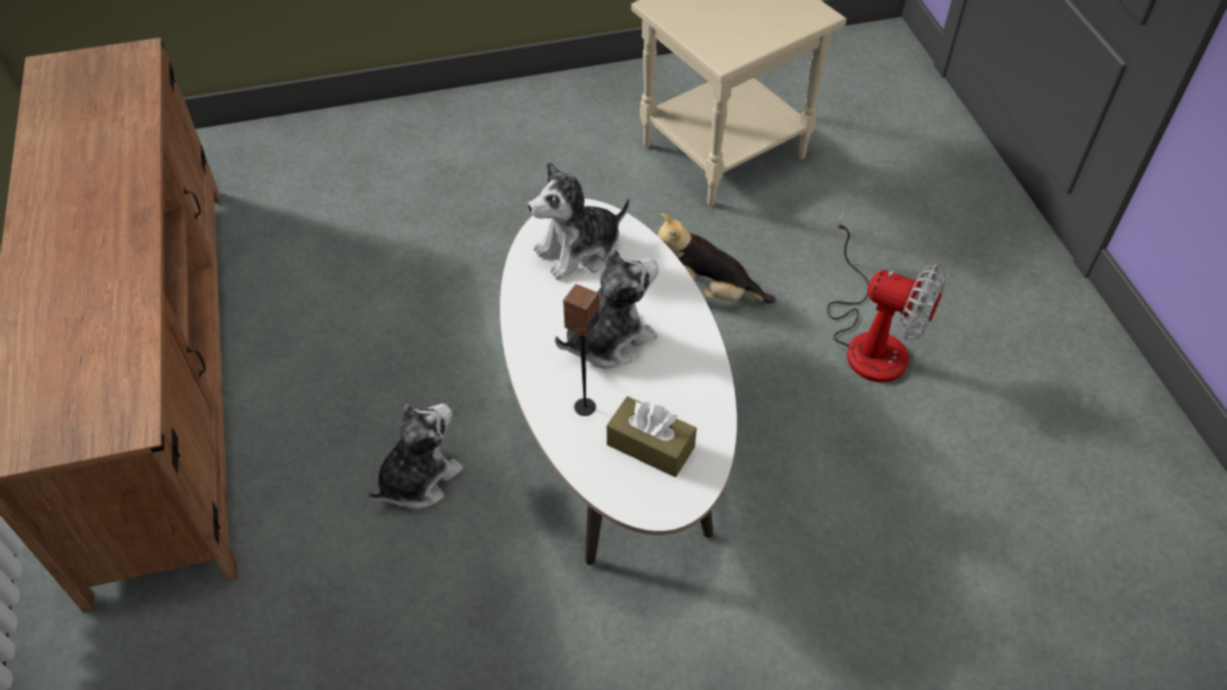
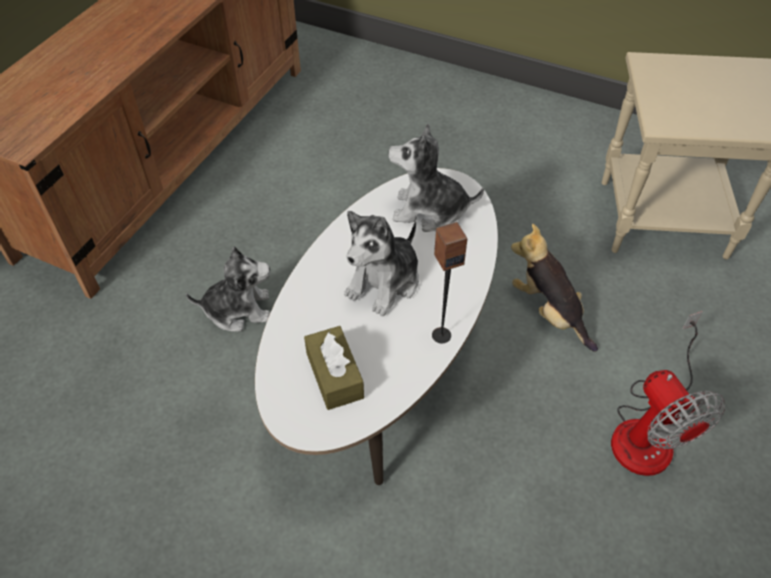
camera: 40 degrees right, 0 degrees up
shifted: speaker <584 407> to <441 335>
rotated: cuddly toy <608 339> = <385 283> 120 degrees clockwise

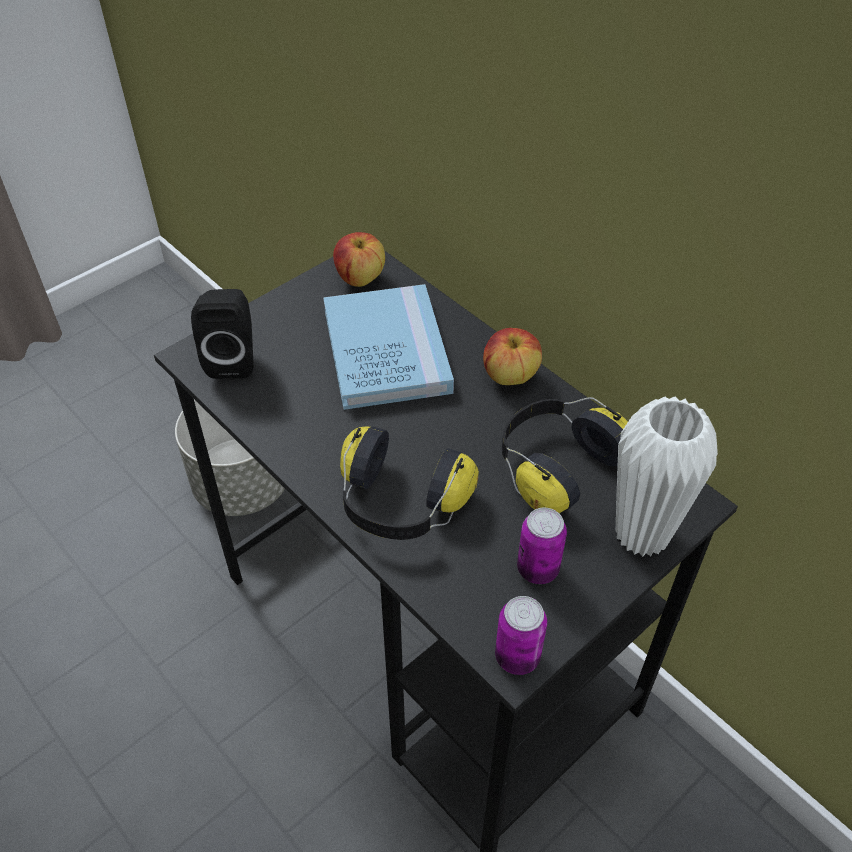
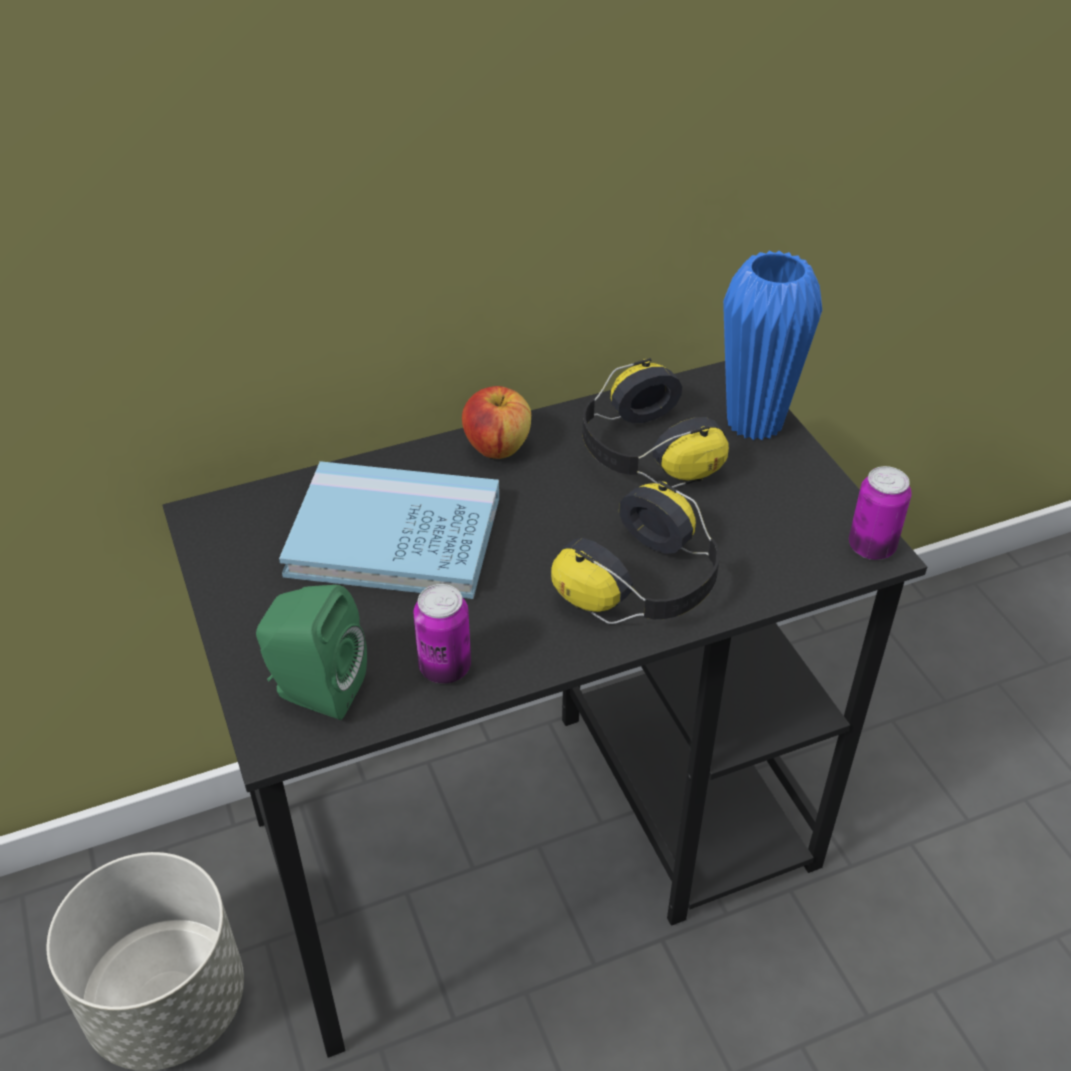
camera: 70 degrees left, 5 degrees down
gone: whole apple <360 278>
shifted: metal can <537 569> to <445 668>
repainted: black-coloured speaker <233 359> to greenish speaker <314 691>; white-coloured decorative vase <642 534> to bluish decorative vase <754 422>

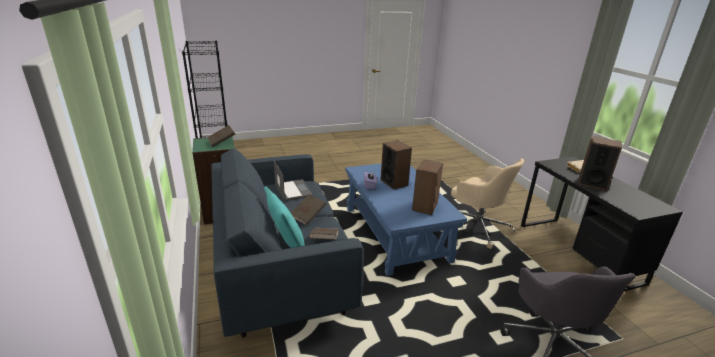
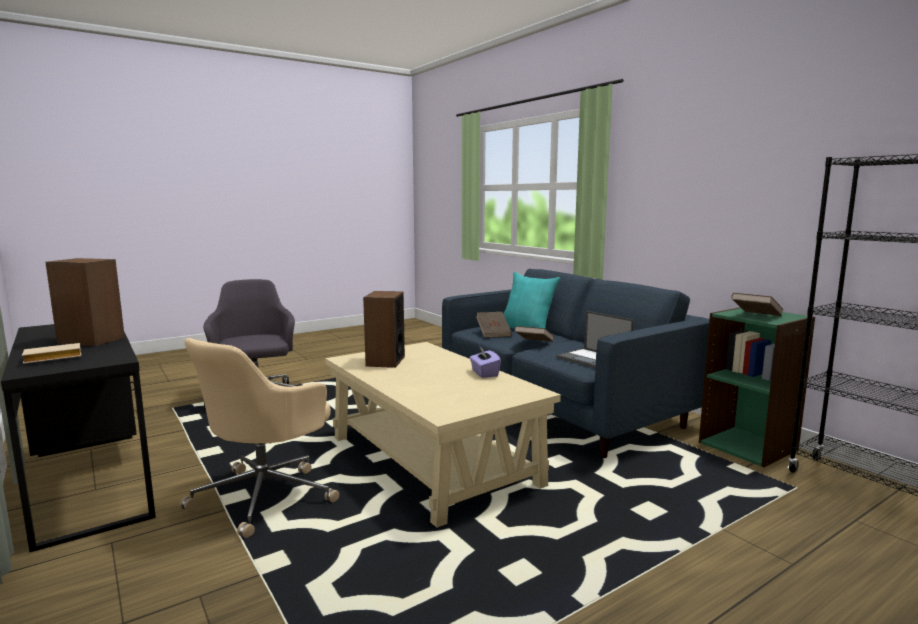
camera: 165 degrees right, 15 degrees down
gone: speaker <394 182>
repainted: bluish coffee table <395 233> to beige coffee table <432 461>
rotated: beige computer chair <477 228> = <266 496> 90 degrees counterclockwise

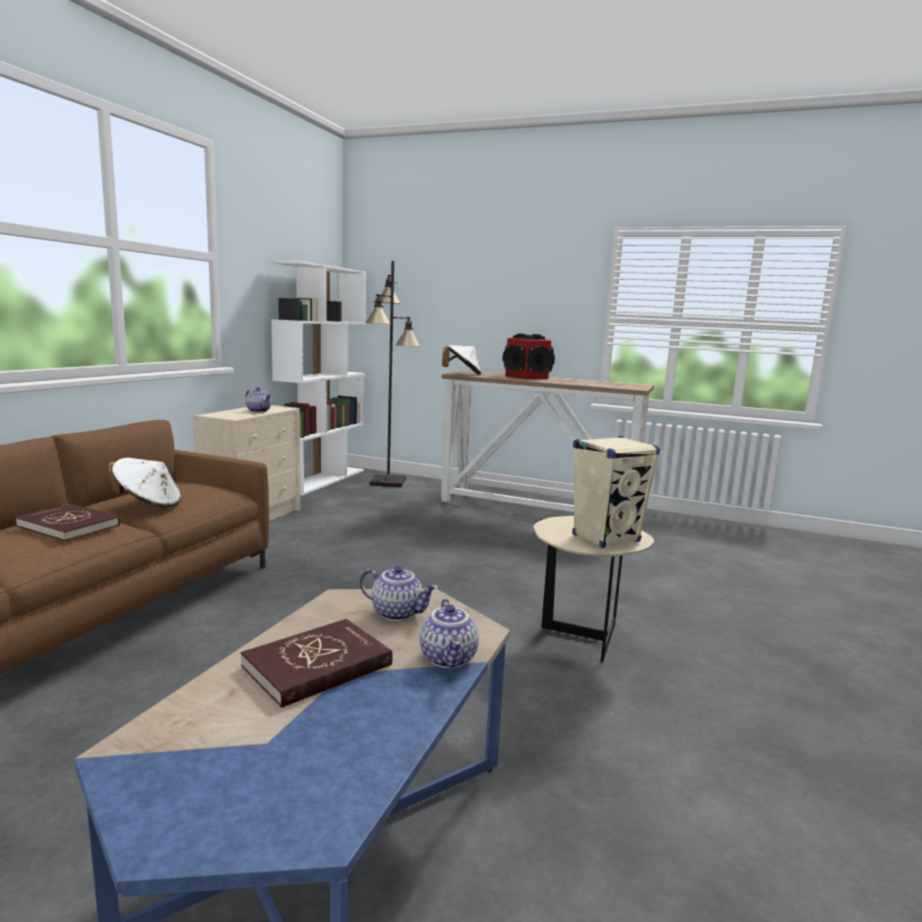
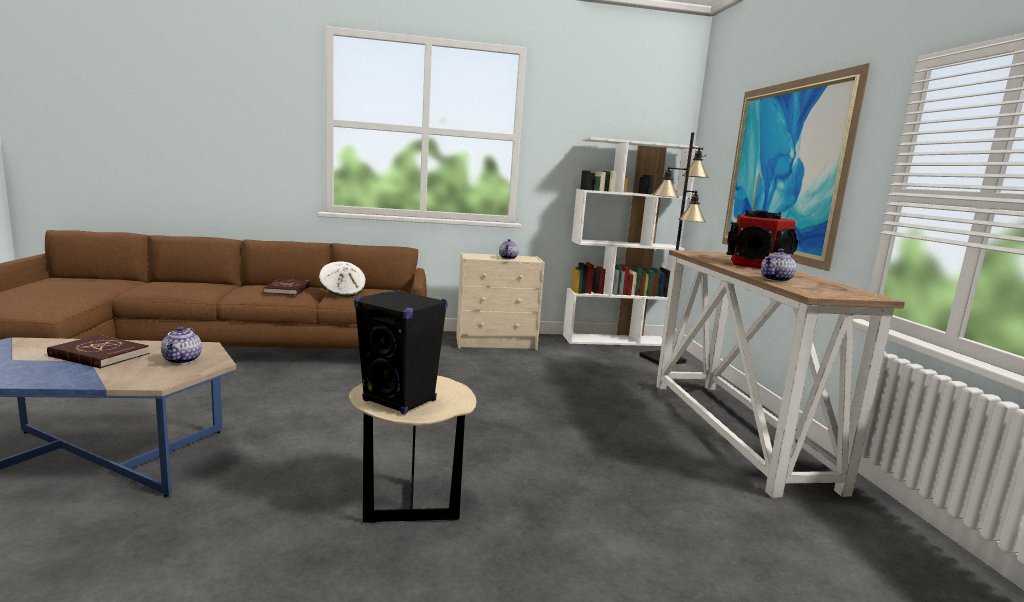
camera: 60 degrees right, 0 degrees up
gone: white-coloured clothing hat <462 374>
new: wall picture <782 170>
shifted: teapot <450 658> to <776 280>
repainted: beige speaker <606 538> to black-coloured speaker <400 401>

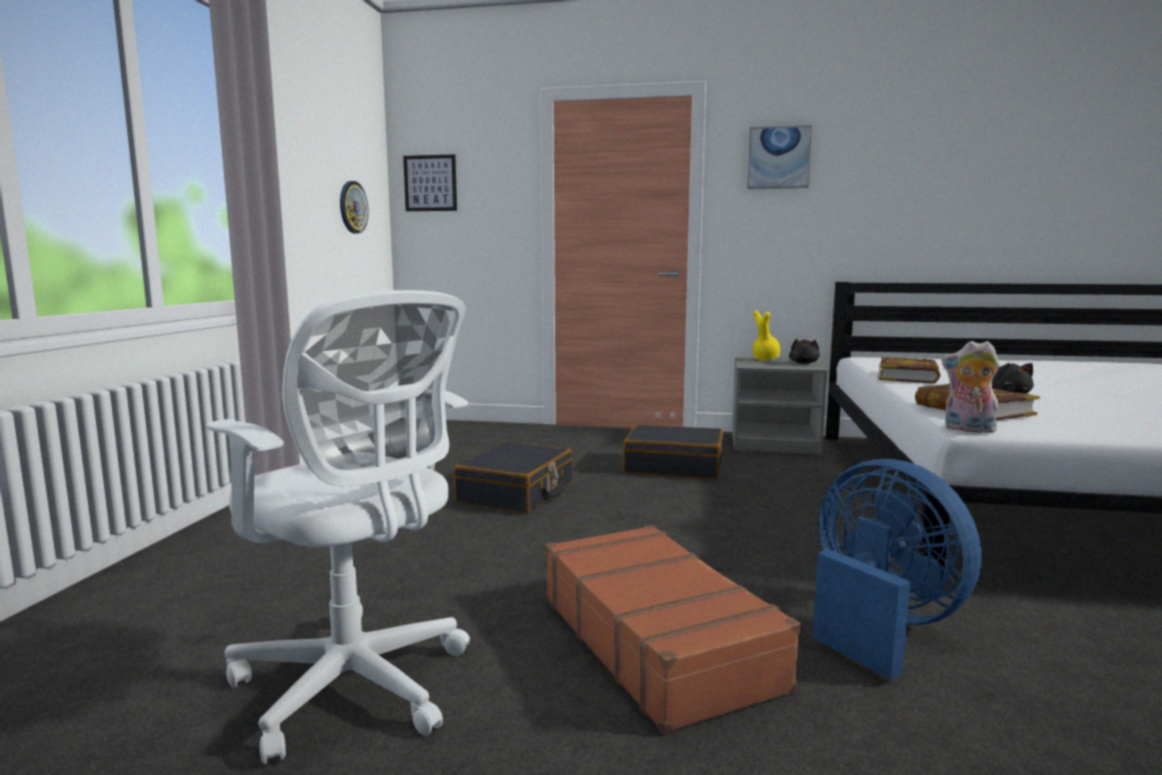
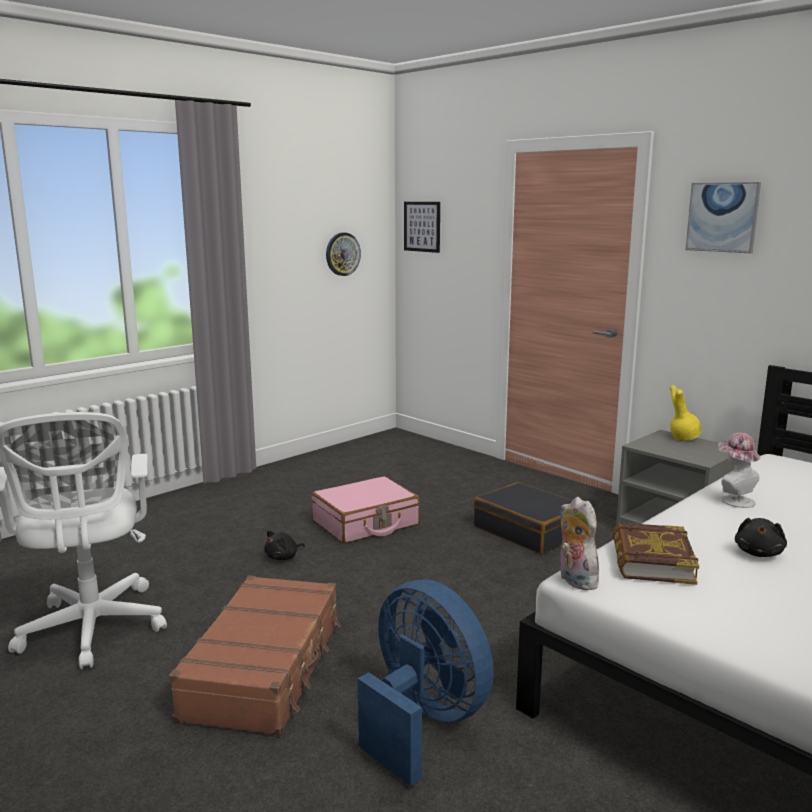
camera: 35 degrees right, 5 degrees up
shifted: black-coloured cuddly toy <803 363> to <283 557>
swapped: bound book <908 377> to clothing hat <734 500>
repainted: black-coloured travel case <516 493> to pink travel case <366 523>
rotated: bluish cooling fan <879 625> = <422 722> 45 degrees counterclockwise

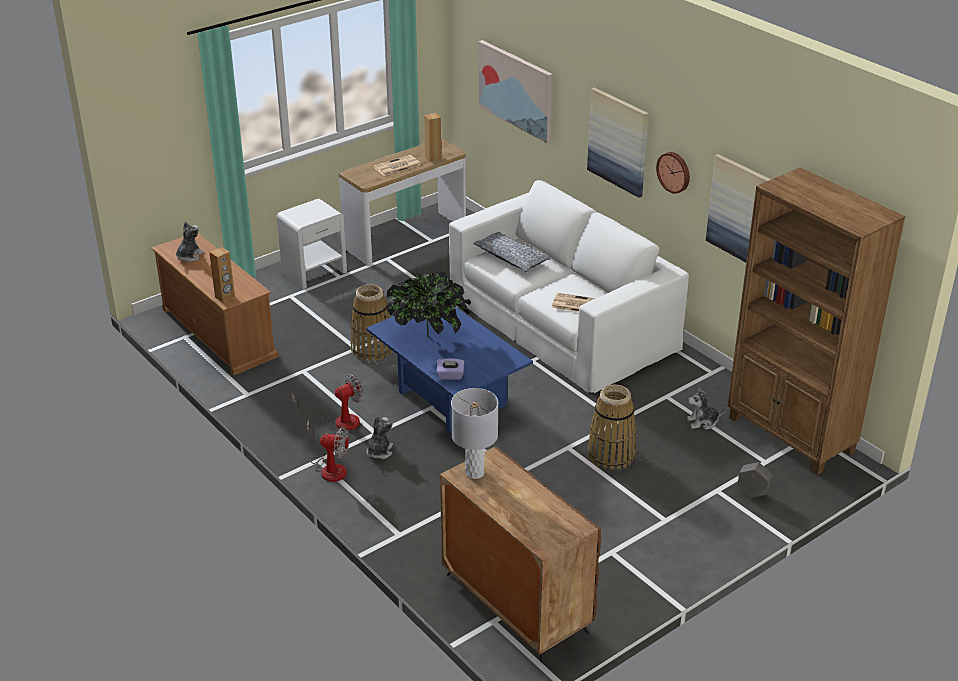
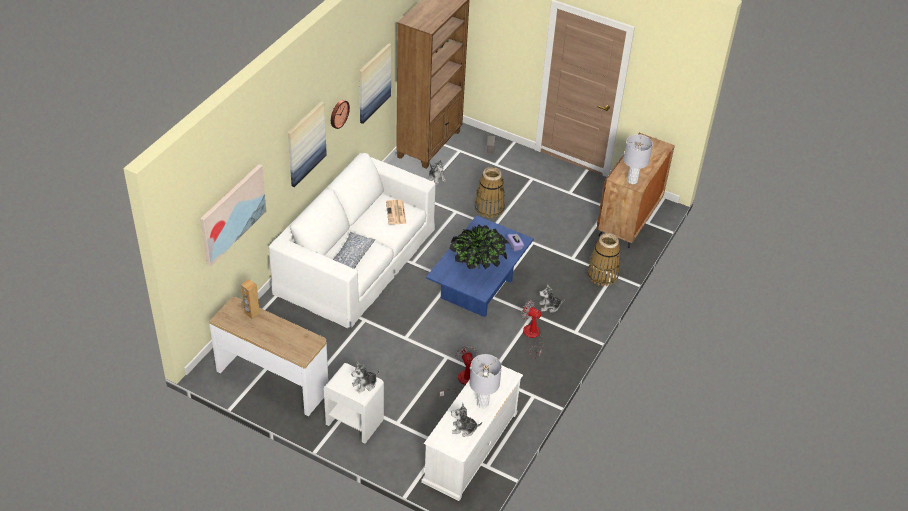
camera: 115 degrees left, 10 degrees up
gone: brownish speaker <225 297>; printed paper <396 166>
new: cuddly toy <365 384>; grey tabletop lamp <482 403>
shifted: cooling fan <330 467> to <462 382>; basket <372 349> to <602 275>
repainted: brownish tv stand <217 332> to white-coloured tv stand <470 448>

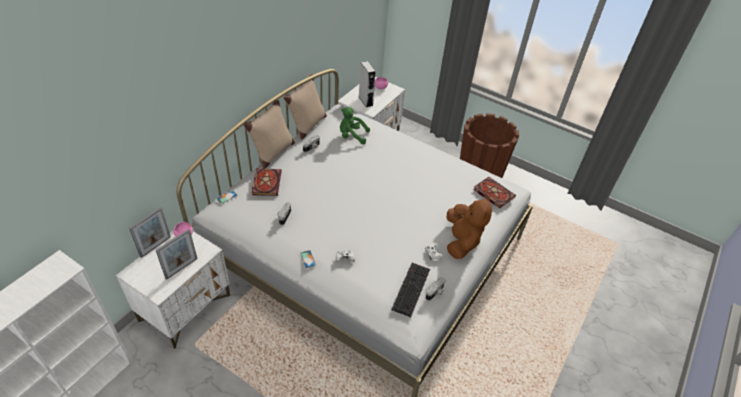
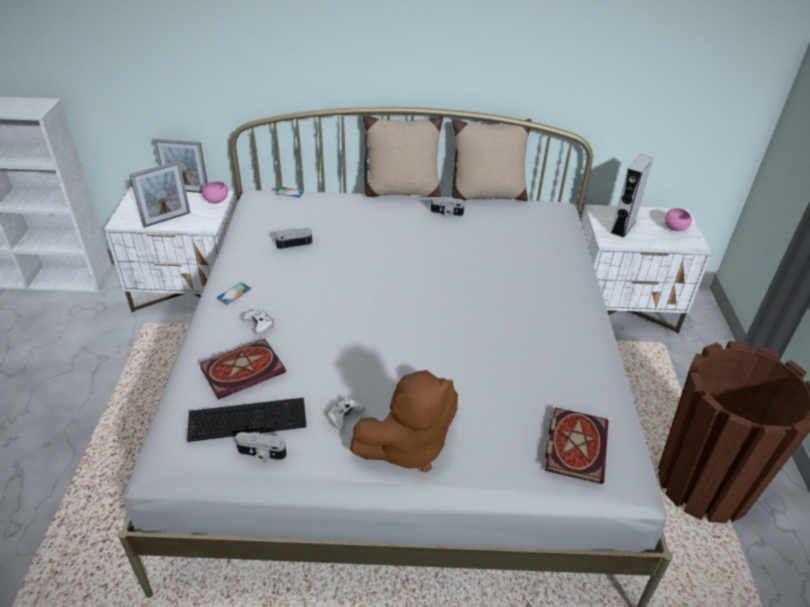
camera: 60 degrees right, 5 degrees down
gone: greenish cuddly toy <352 136>
shifted: bound book <266 182> to <244 369>
rotated: standing frame <181 268> = <167 219> 45 degrees counterclockwise

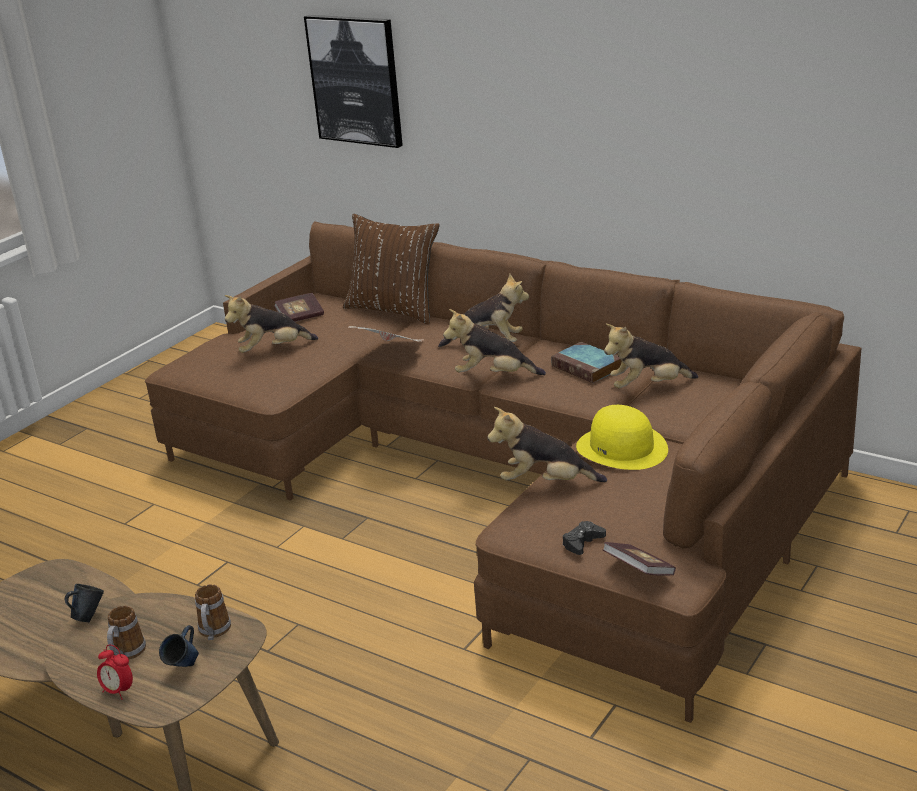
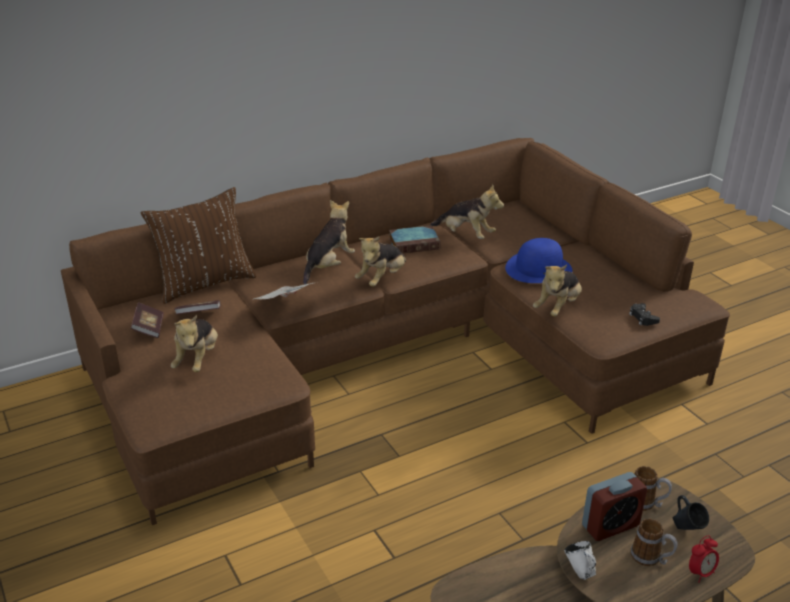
camera: 65 degrees left, 5 degrees up
gone: wall picture <356 80>
new: bedside clock <610 525>
shifted: bound book <638 571> to <199 315>
repainted: yellow-coloured clothing hat <622 448> to bluish clothing hat <538 268>; bluish coffee mug <88 617> to white-coloured coffee mug <579 572>
rotated: cuddly toy <647 387> = <466 235> 75 degrees counterclockwise

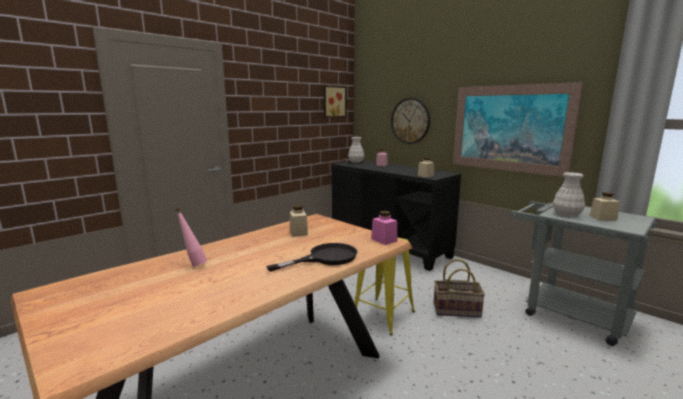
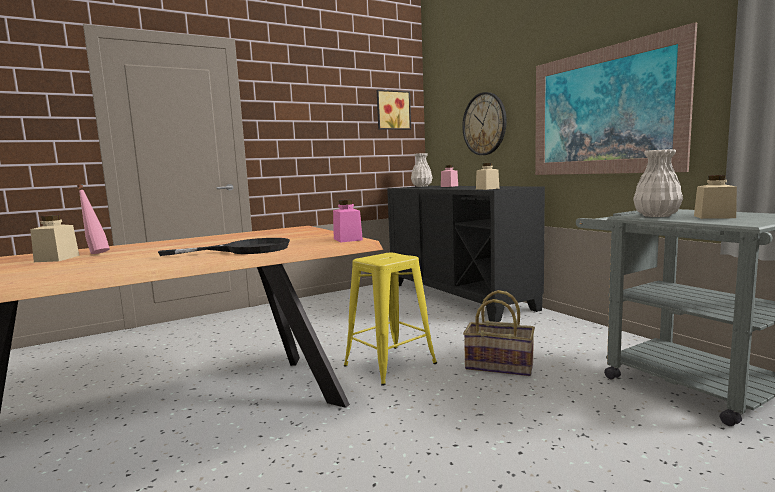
camera: 15 degrees right, 5 degrees down
shifted: beige storage jar <298 232> to <57 258>

